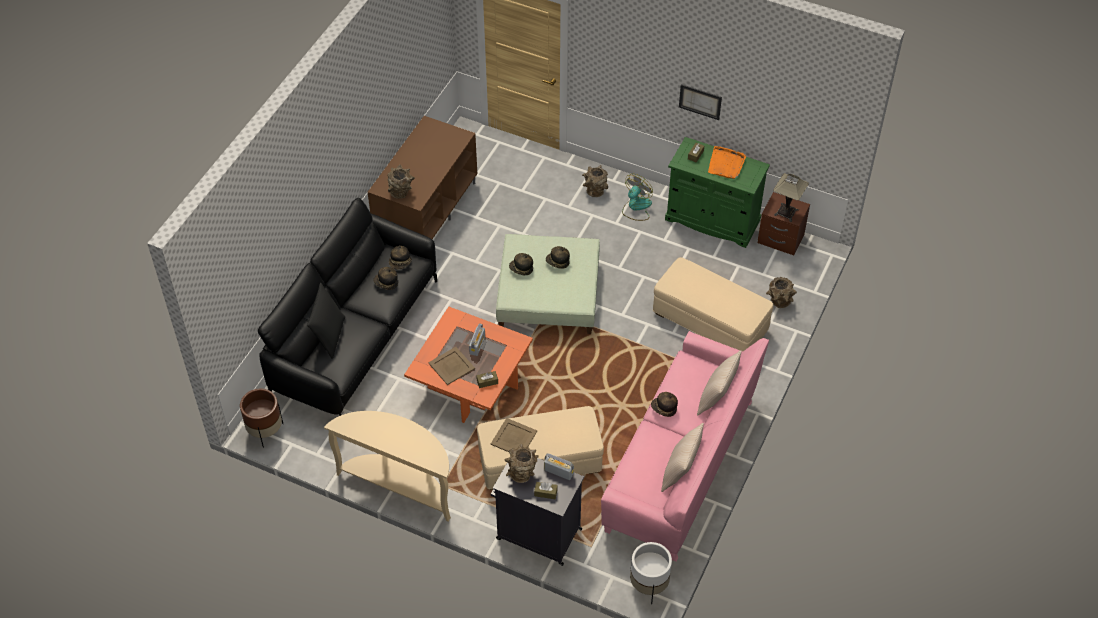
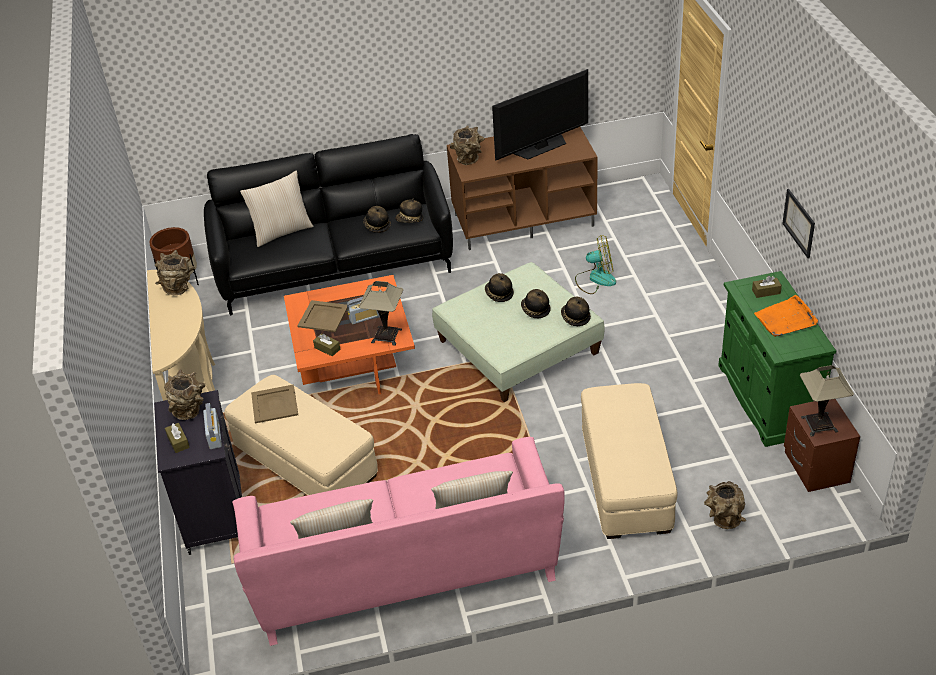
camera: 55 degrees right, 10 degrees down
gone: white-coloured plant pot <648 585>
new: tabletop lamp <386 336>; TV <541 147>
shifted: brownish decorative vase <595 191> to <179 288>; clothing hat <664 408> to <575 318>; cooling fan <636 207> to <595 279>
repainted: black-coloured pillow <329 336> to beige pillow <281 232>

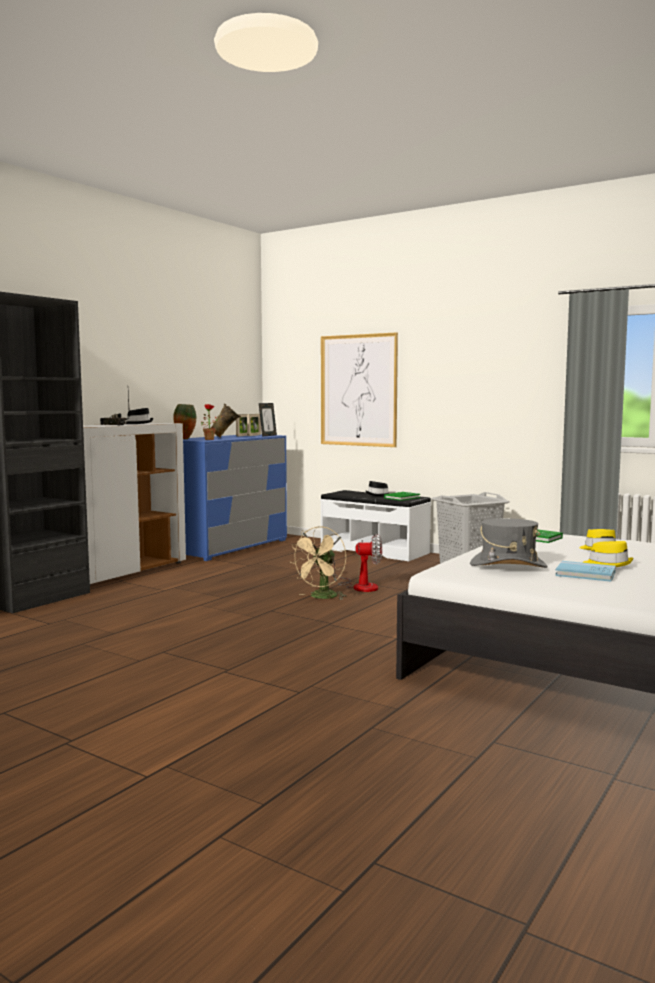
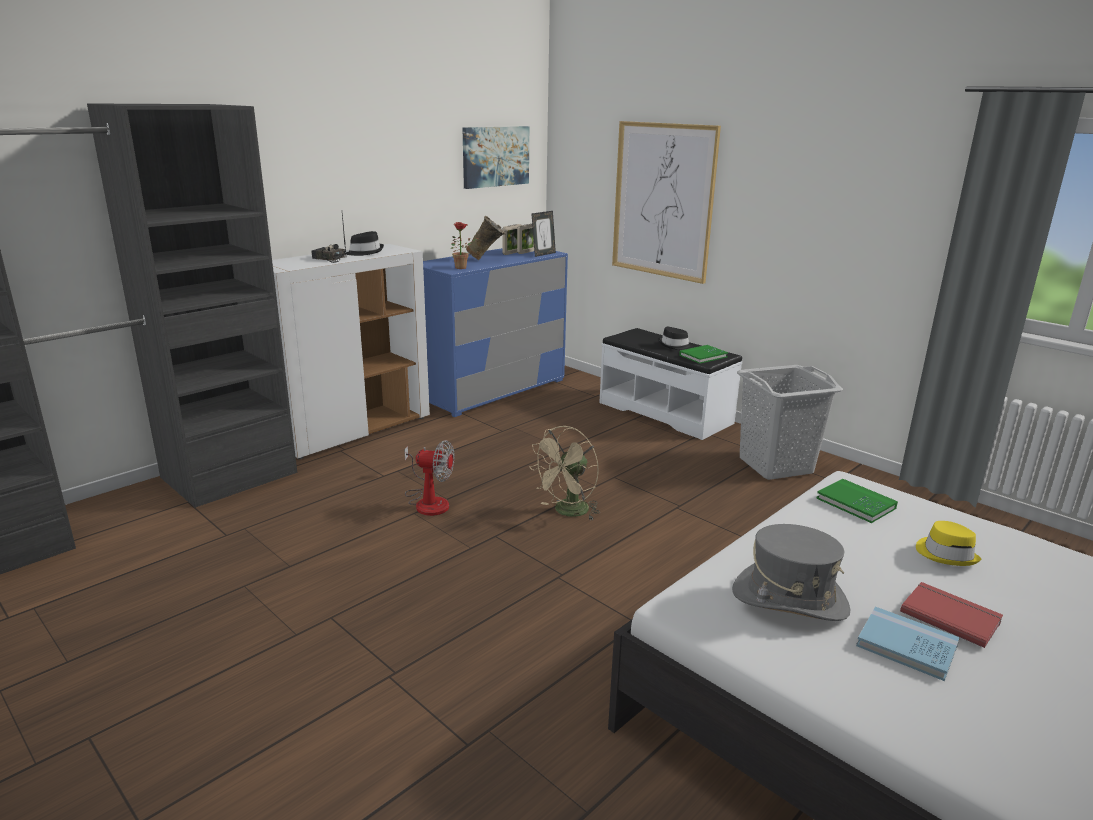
camera: 10 degrees right, 15 degrees up
gone: decorative vase <185 439>
new: wall picture <495 156>
shifted: cooling fan <359 586> to <428 501>
swapped: yellow-coloured clothing hat <608 564> to reddish bound book <950 615>

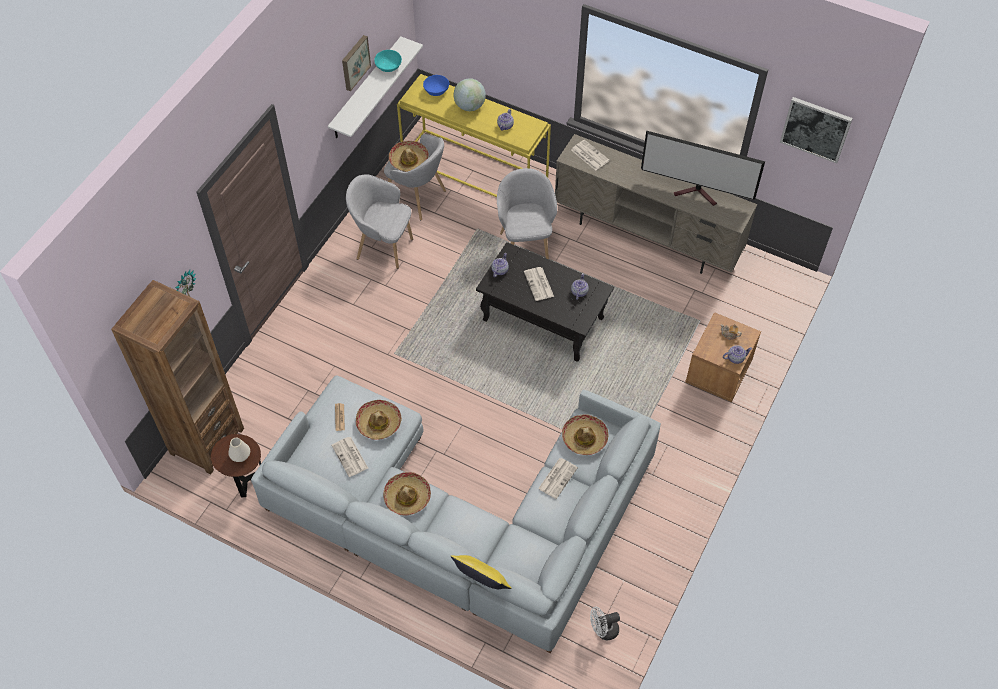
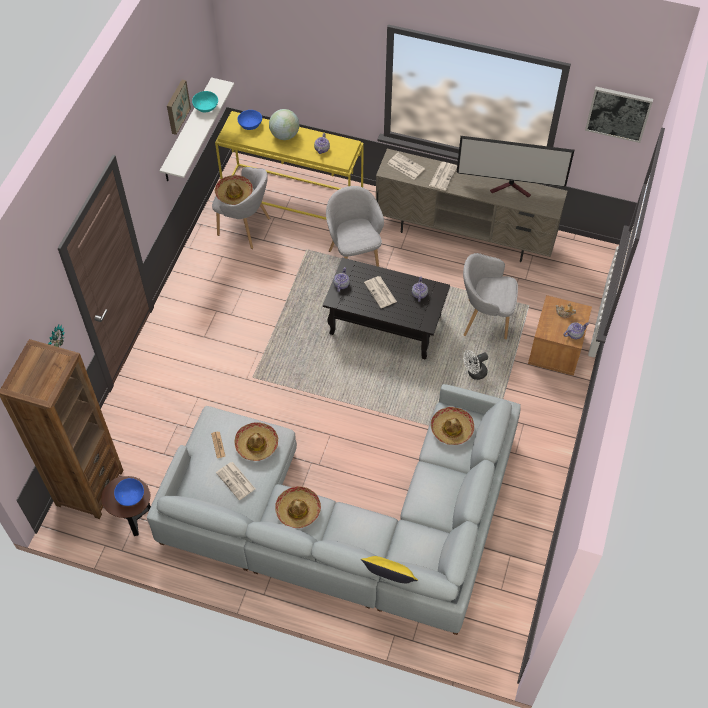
camera: 10 degrees left, 0 degrees up
shifted: printed paper <558 477> to <443 176>; grey lounge chair <383 247> to <484 320>; white-coloured cooling fan <603 630> to <474 373>
swapped: white-coloured decorative vase <240 455> to bluish deep dish <130 496>

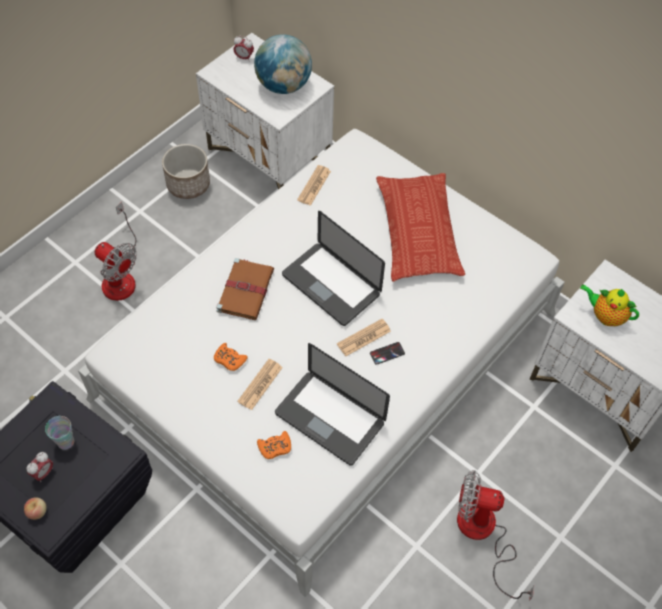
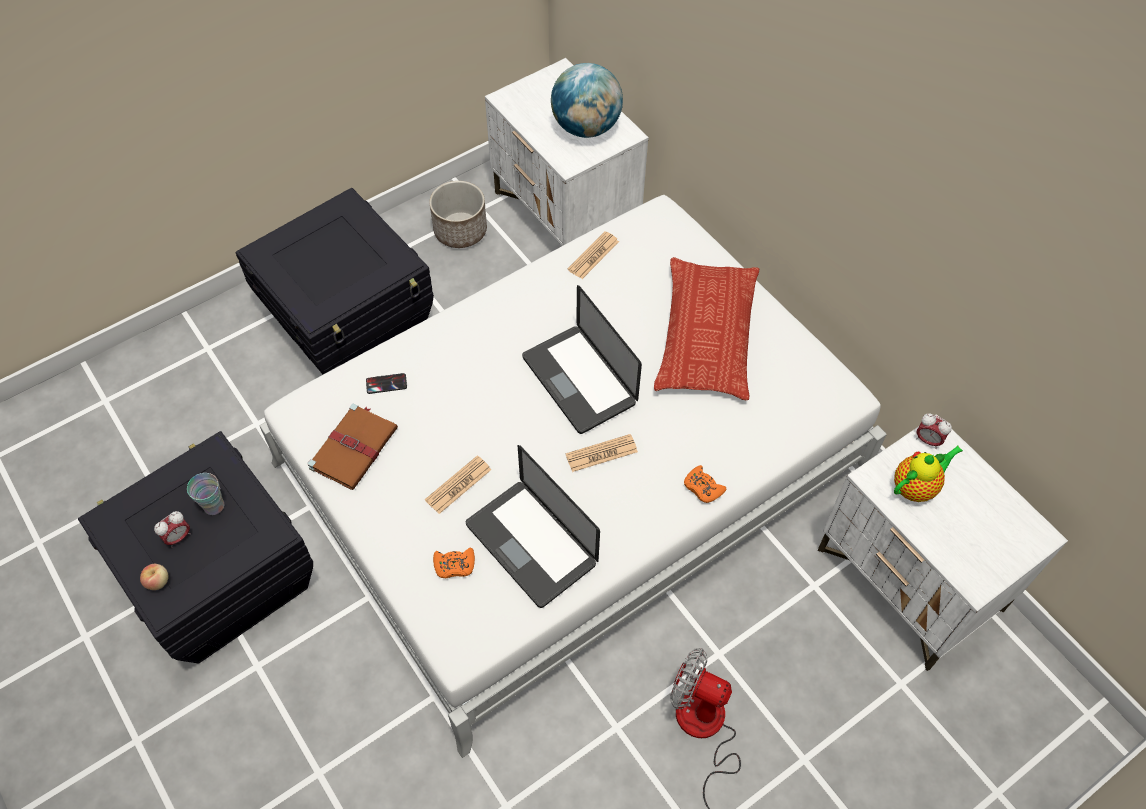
camera: 15 degrees right, 0 degrees up
shifted: brownish bound book <246 289> to <354 447>; telephone <387 353> to <386 383>; orange-coloured joypad <229 359> to <703 487>; bedside clock <244 58> to <927 440>
swapped: cooling fan <120 275> to black-coloured storage container <351 324>
rotated: teapot <605 316> = <916 487> 105 degrees clockwise

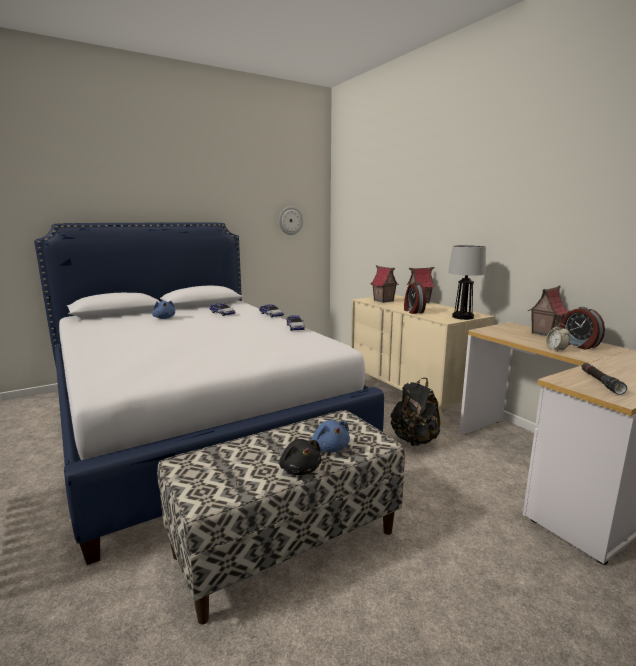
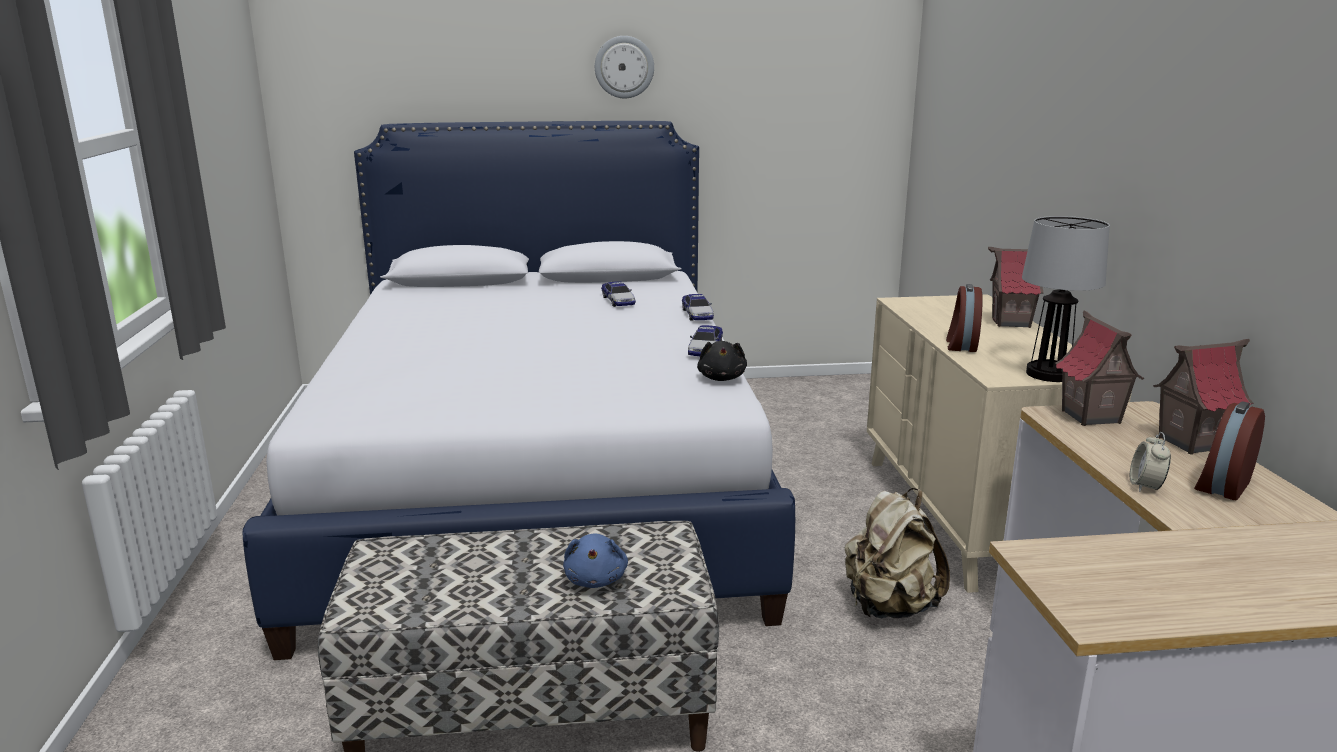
camera: 25 degrees right, 5 degrees up
gone: bluish cuddly toy <164 318>; black-coloured torch <600 382>
shifted: clock on the wall <290 220> to <624 67>; black-coloured cuddly toy <300 469> to <722 378>; toy house <383 301> to <1090 417>
repainted: black-coloured knapsack <415 440> to beige knapsack <889 607>
rotated: bedside clock <578 345> = <1222 485> 45 degrees clockwise

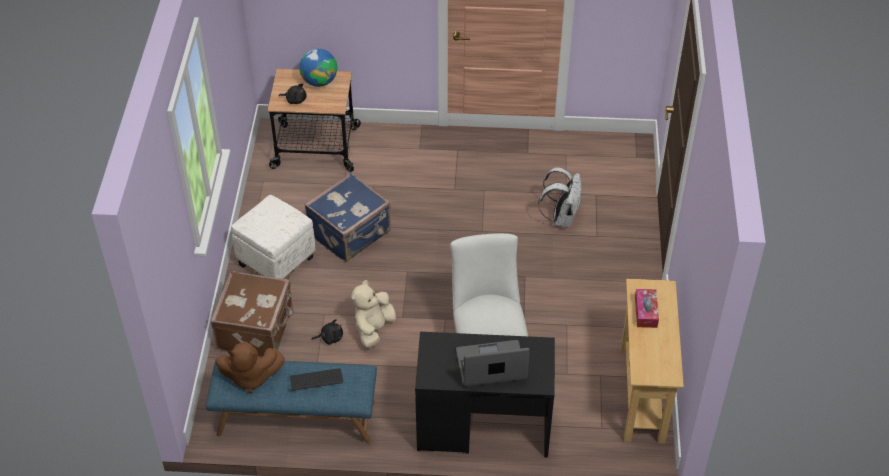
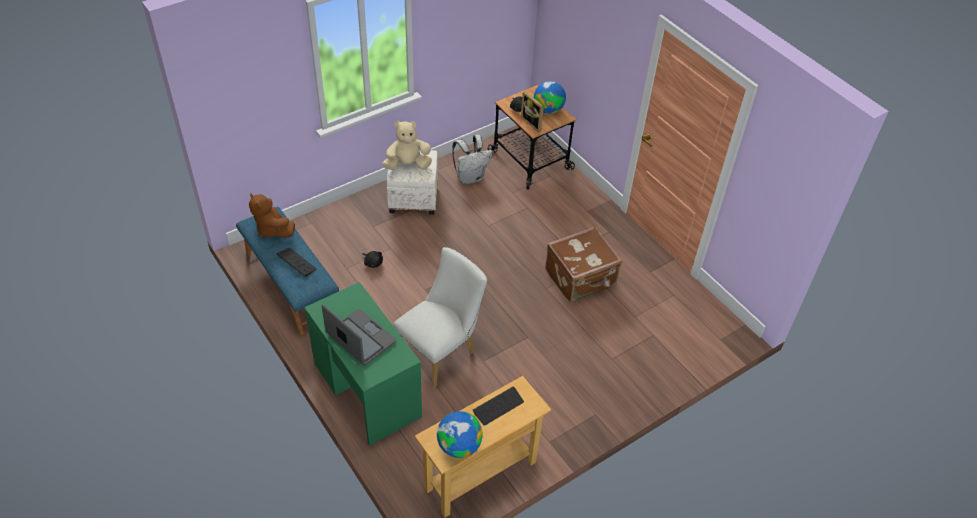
camera: 50 degrees right, 0 degrees up
gone: bluish travel case <351 234>
new: globe <459 446>; standing frame <533 123>
shifted: beige cuddly toy <373 329> to <407 165>; white-coloured knapsack <561 218> to <470 177>; brownish travel case <257 329> to <581 279>
swapped: box of tissues <646 312> to computer keyboard <498 406>
repainted: black-coloured desk <483 426> to greenish desk <366 390>

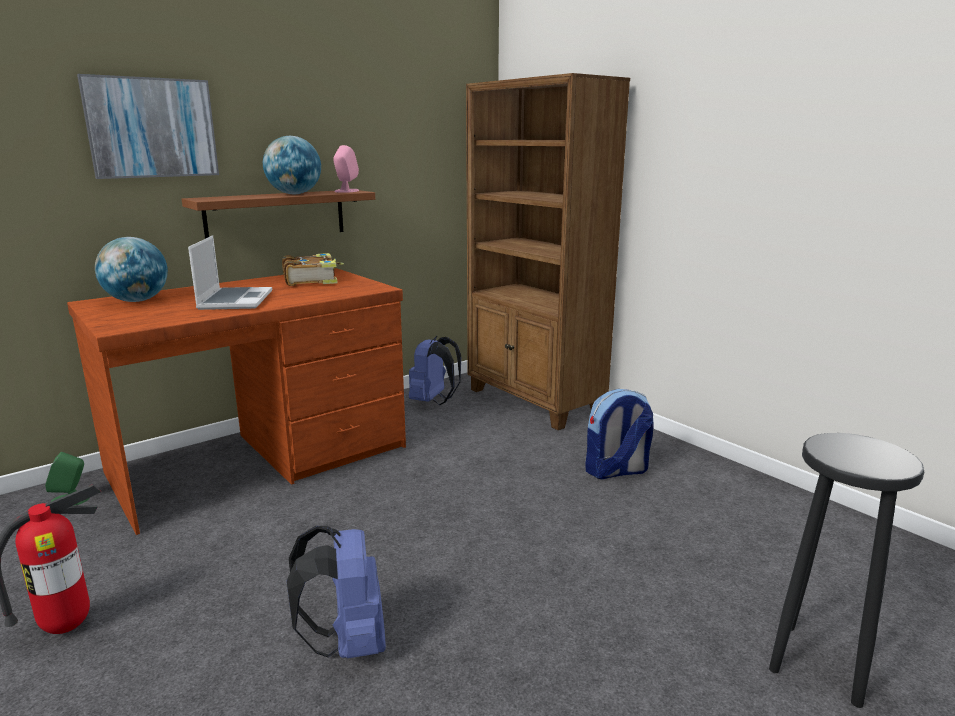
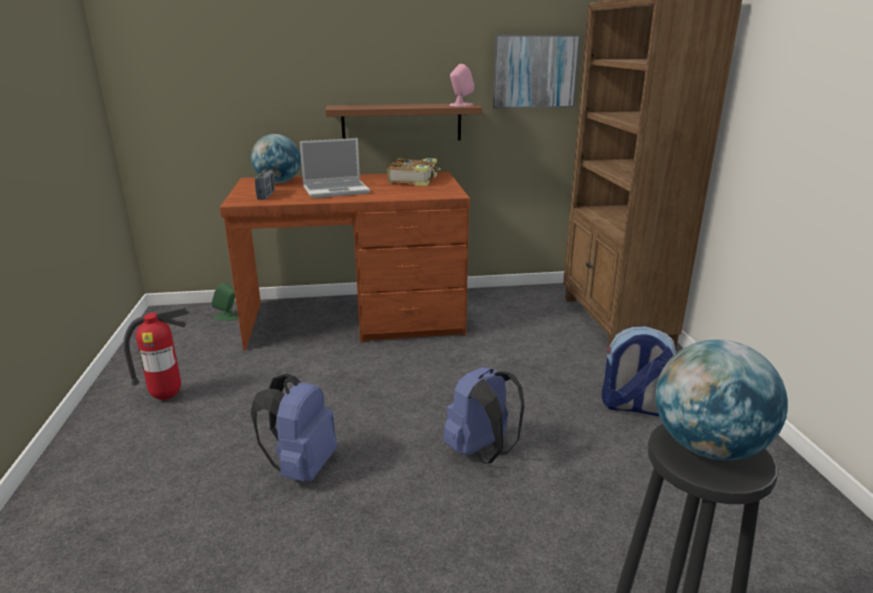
camera: 30 degrees right, 5 degrees up
new: radio receiver <266 196>
shifted: bluish knapsack <433 401> to <482 452>; wall picture <152 128> to <534 71>; globe <294 194> to <707 447>
rotated: portable computer <235 300> = <337 190> 45 degrees clockwise

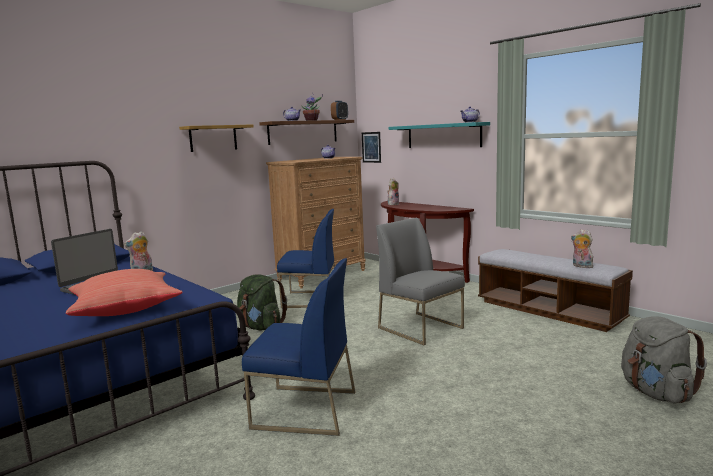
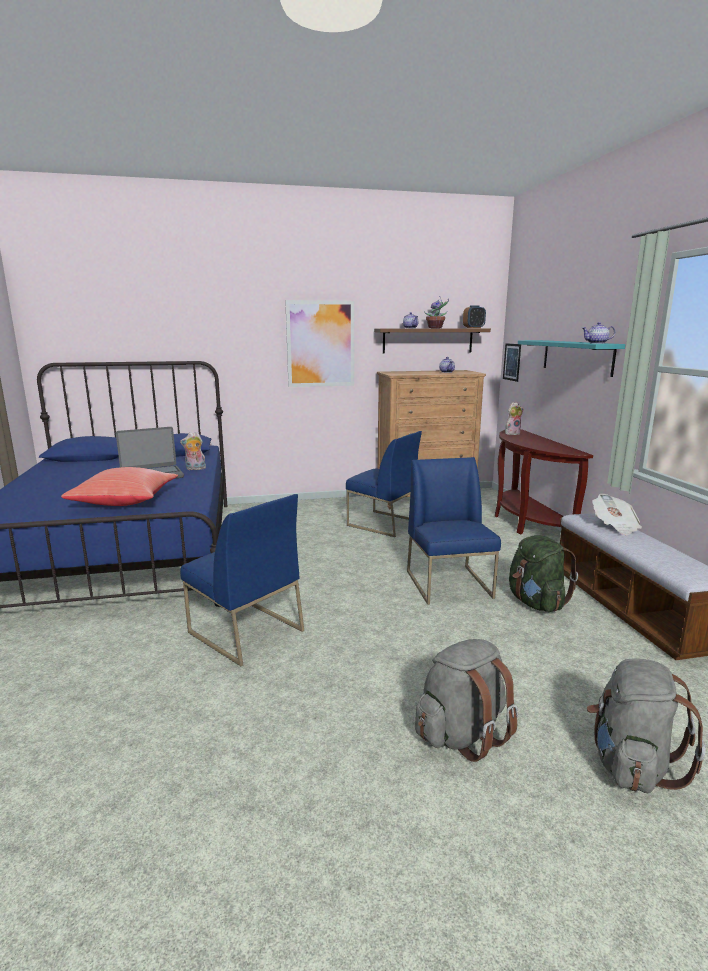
camera: 30 degrees right, 5 degrees up
gone: cuddly toy <581 266>
new: grey knapsack <462 734>; printed paper <615 526>
shifted: greenish knapsack <261 327> to <536 603>
swapped: bracket shelf <213 138> to wall picture <320 344>
repainted: grey plain chair <421 328> to bluish plain chair <449 584>

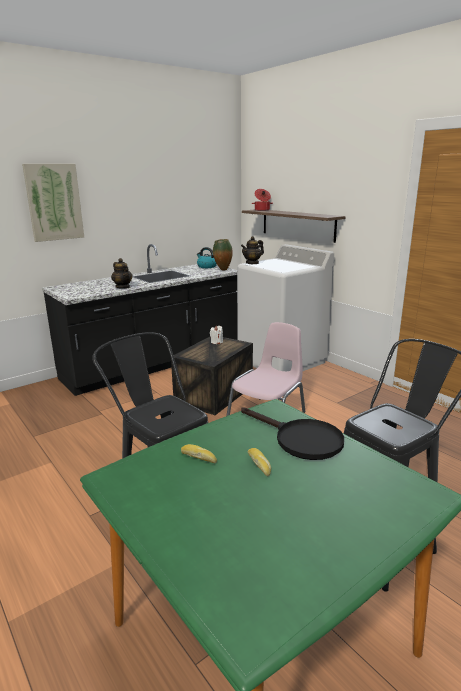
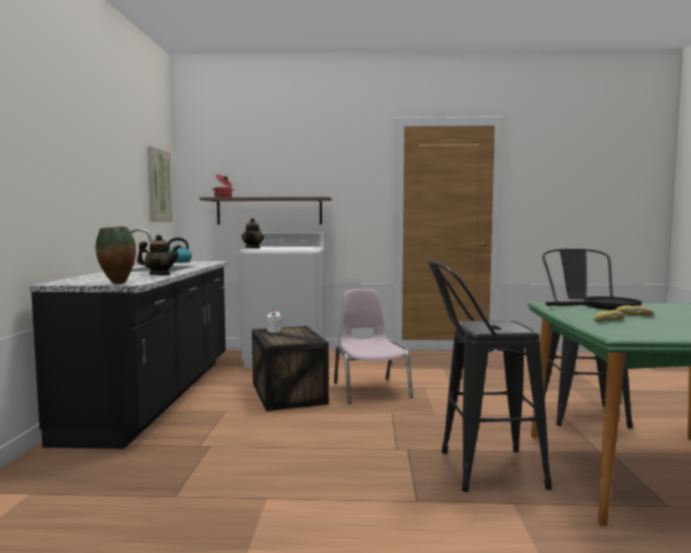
camera: 50 degrees left, 15 degrees down
shifted: decorative vase <223 270> to <118 284>; wall picture <54 202> to <158 186>

